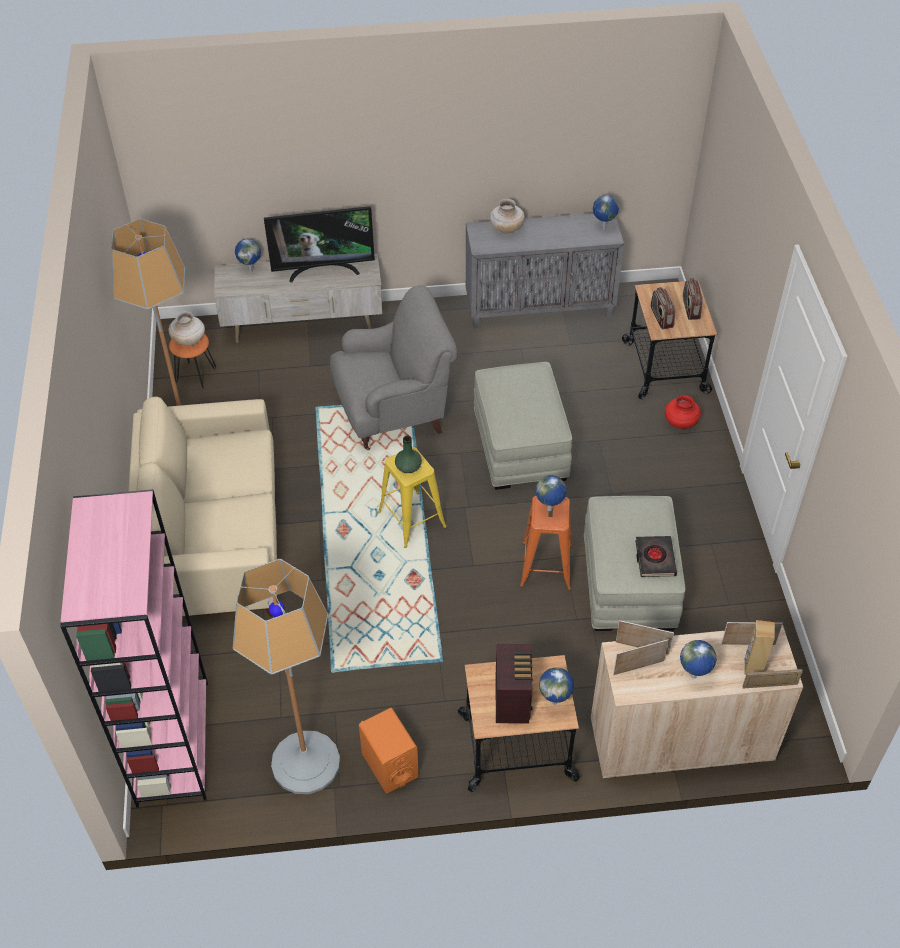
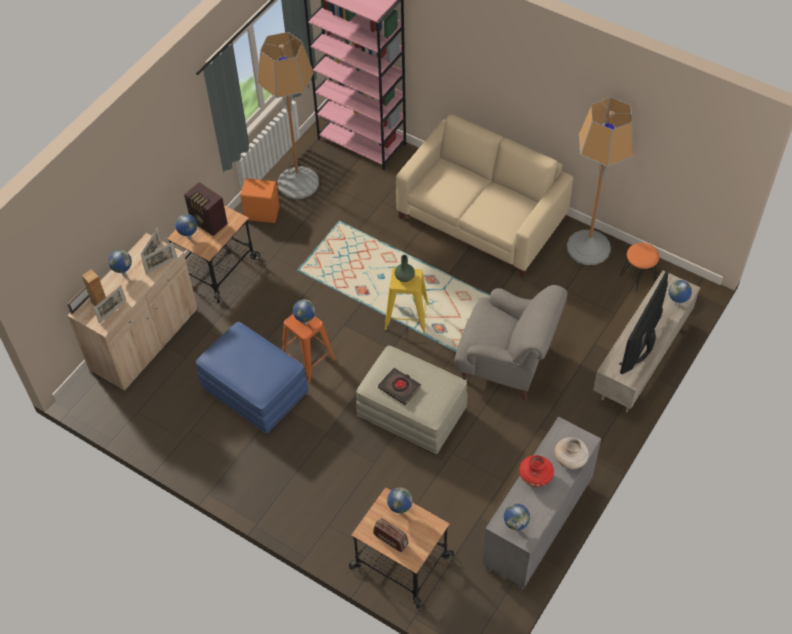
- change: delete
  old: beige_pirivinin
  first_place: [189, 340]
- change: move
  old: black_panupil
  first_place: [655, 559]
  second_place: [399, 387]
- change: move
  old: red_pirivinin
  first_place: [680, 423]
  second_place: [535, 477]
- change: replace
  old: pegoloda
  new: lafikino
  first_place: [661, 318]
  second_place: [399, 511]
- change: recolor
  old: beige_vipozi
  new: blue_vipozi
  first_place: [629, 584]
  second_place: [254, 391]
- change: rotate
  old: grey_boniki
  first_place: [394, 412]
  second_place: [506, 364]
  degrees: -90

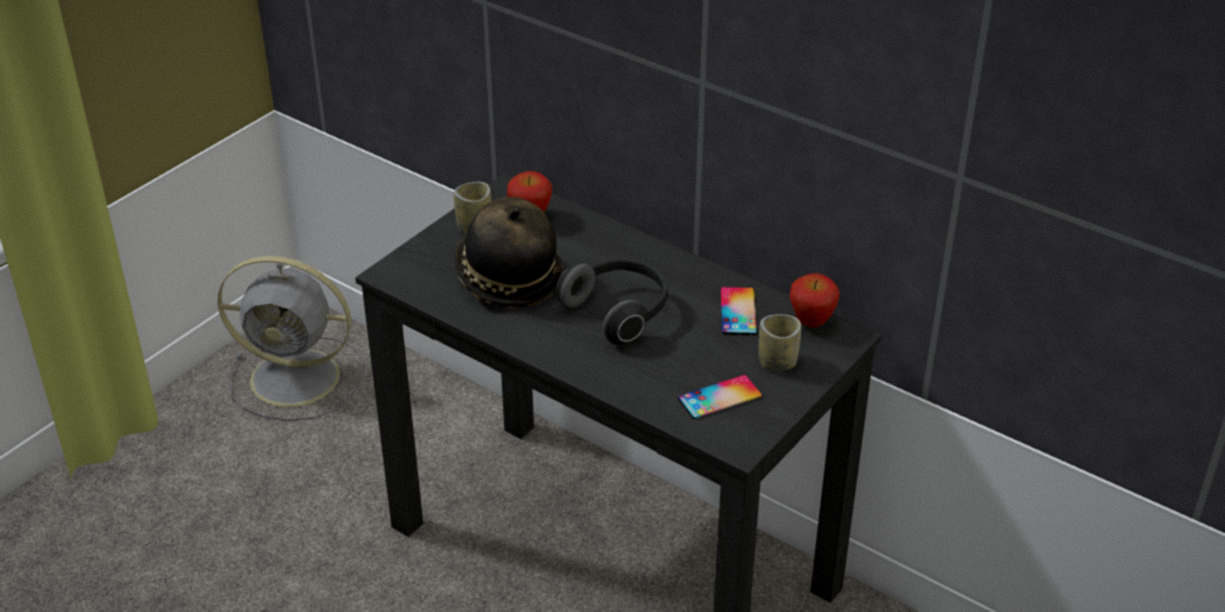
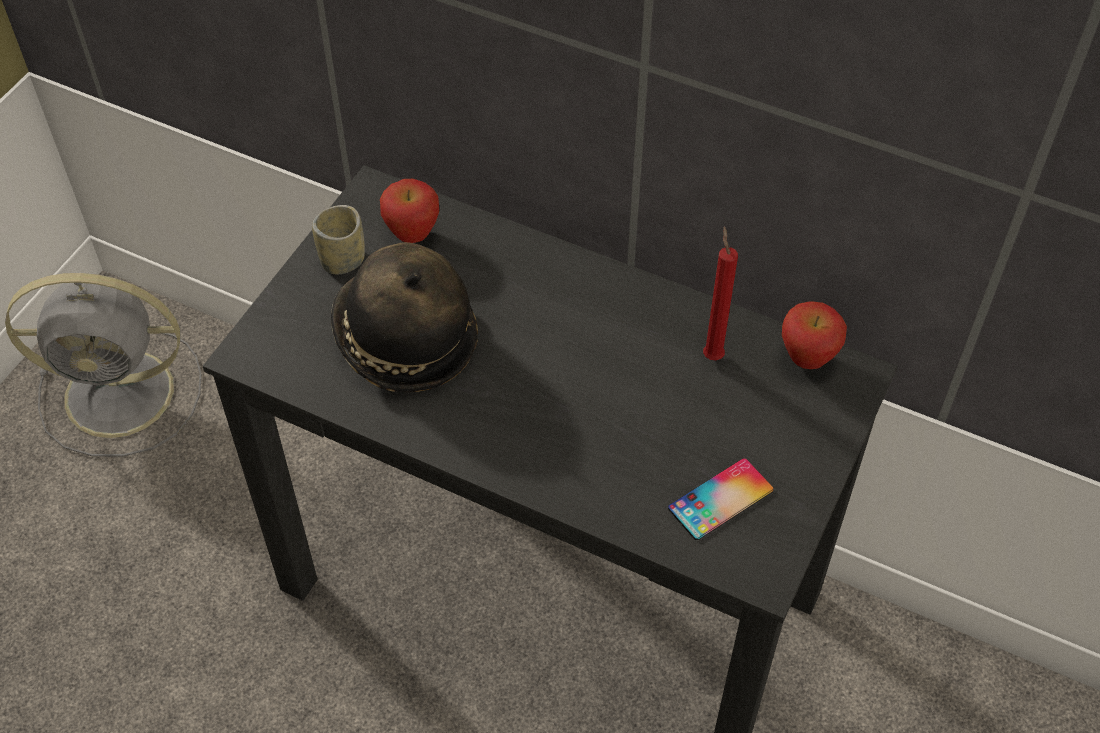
- change: delete
  old: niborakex
  first_place: [619, 312]
- change: delete
  old: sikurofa
  first_place: [777, 362]
- change: replace
  old: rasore
  new: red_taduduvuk
  first_place: [738, 311]
  second_place: [712, 354]

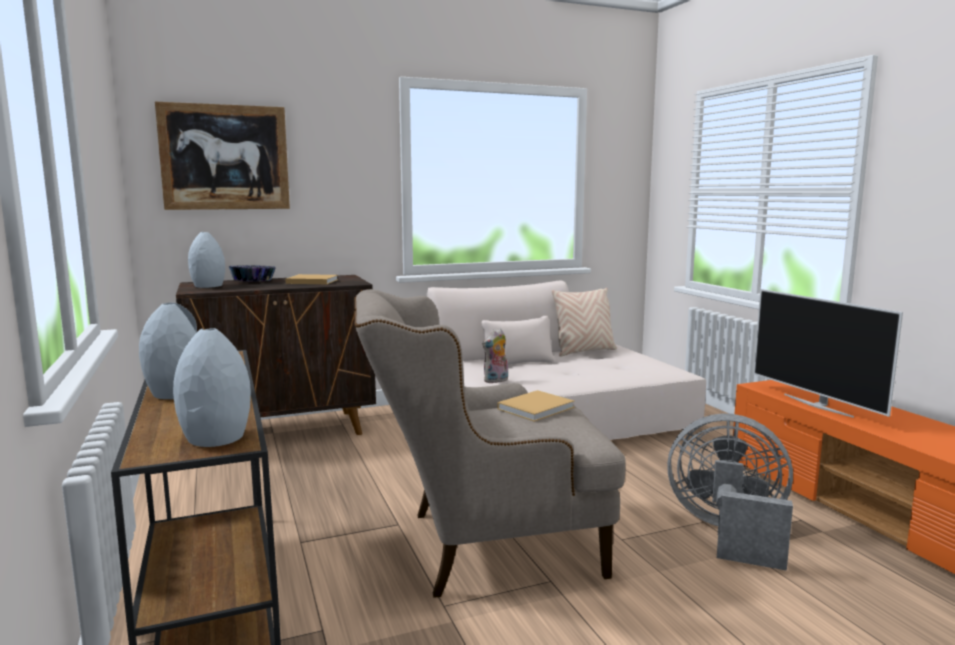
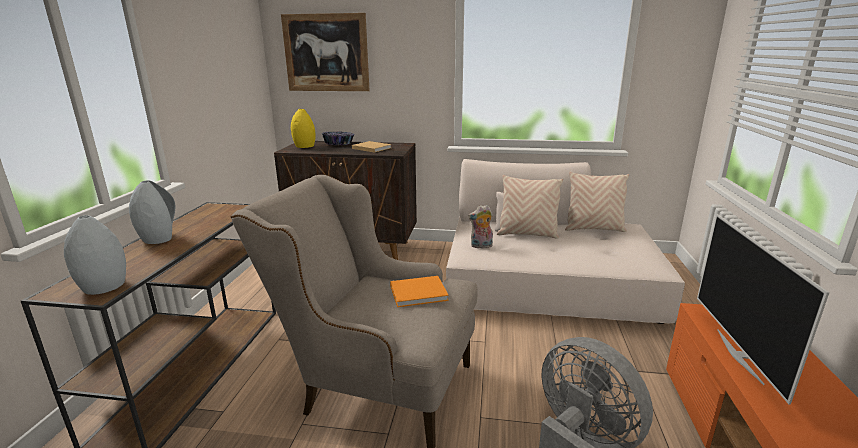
- change: insert
  new: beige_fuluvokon
  second_place: [527, 234]
- change: recolor
  old: grey_pirivinin
  new: yellow_pirivinin
  first_place: [207, 286]
  second_place: [304, 146]
- change: recolor
  old: beige_panupil
  new: orange_panupil
  first_place: [537, 408]
  second_place: [420, 293]

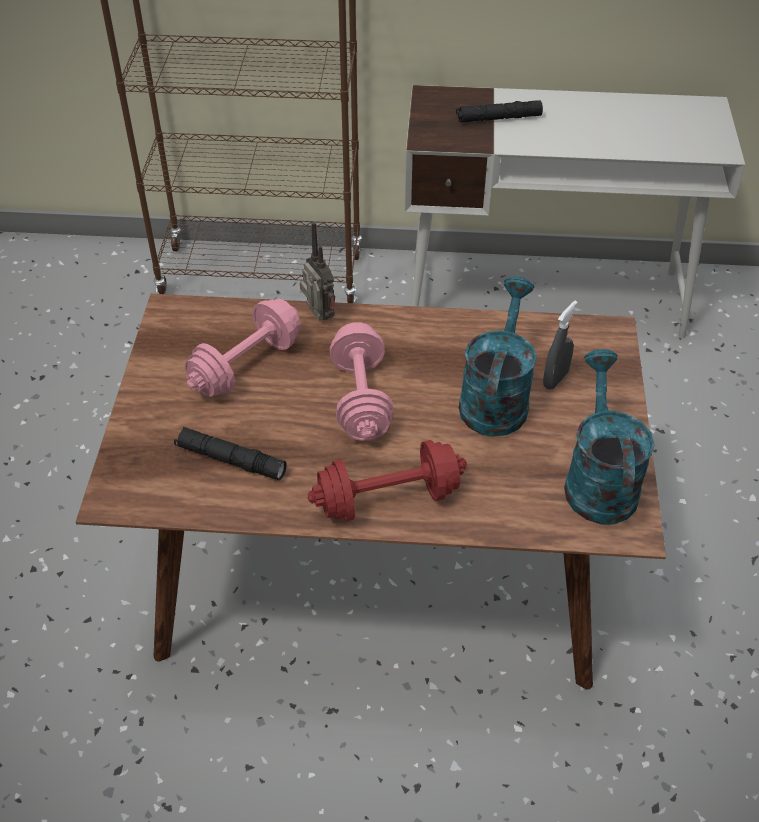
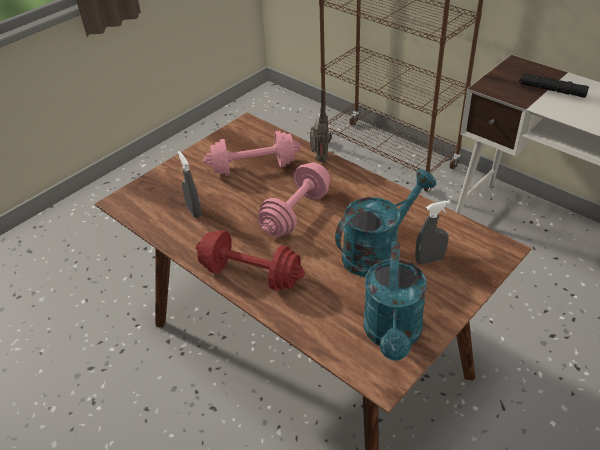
- change: replace
  old: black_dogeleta
  new: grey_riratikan
  first_place: [231, 460]
  second_place: [194, 211]
- change: rotate
  old: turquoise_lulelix
  first_place: [598, 479]
  second_place: [393, 335]
  degrees: 150

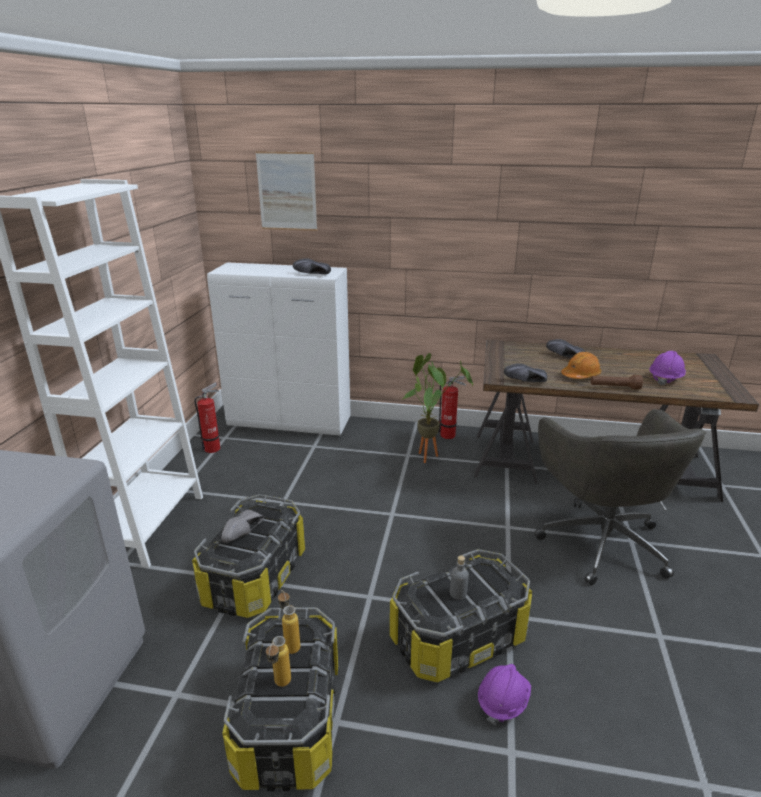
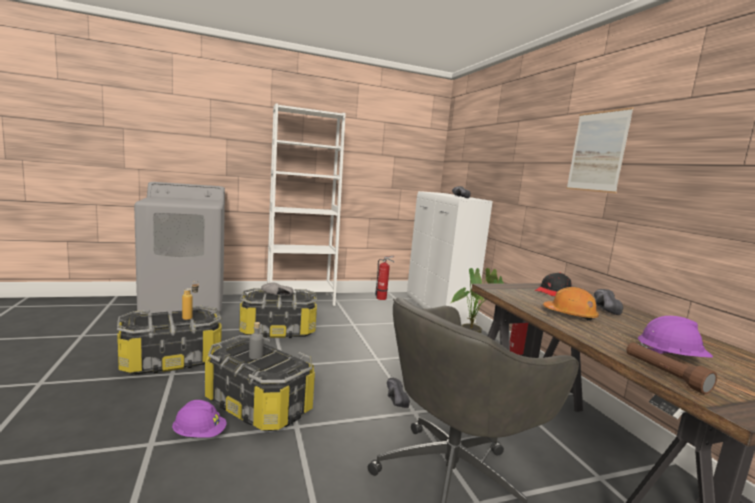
- change: delete
  old: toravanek
  first_place: [280, 686]
- change: insert
  new: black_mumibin
  second_place: [552, 291]
- change: move
  old: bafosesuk
  first_place: [287, 191]
  second_place: [597, 151]
- change: move
  old: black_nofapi
  first_place: [526, 382]
  second_place: [393, 399]
- change: move
  old: brown_dogeleta
  first_place: [614, 387]
  second_place: [664, 374]

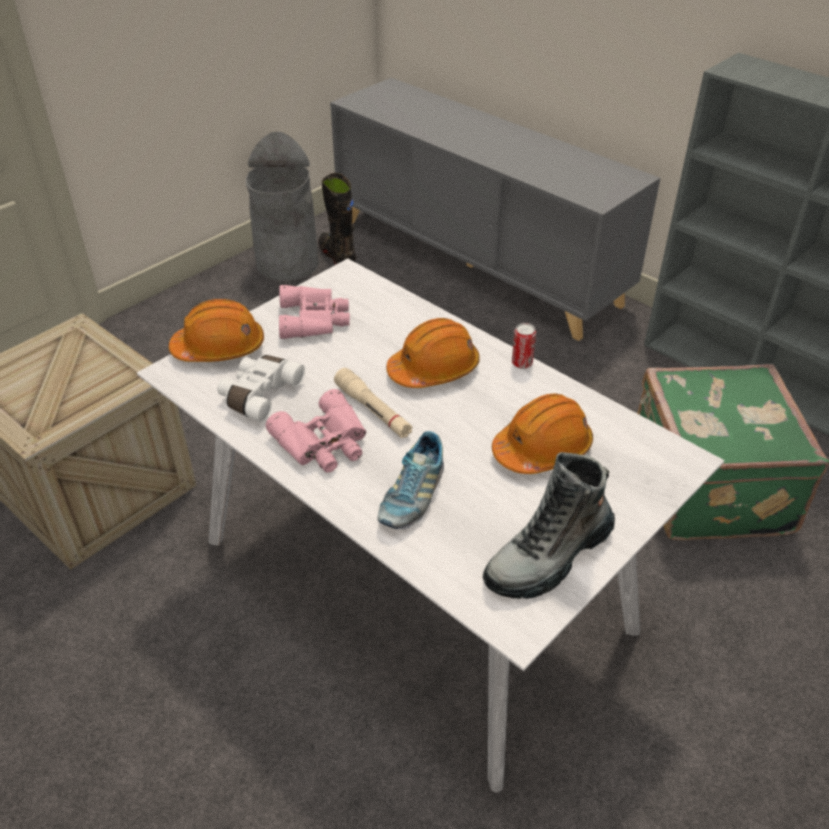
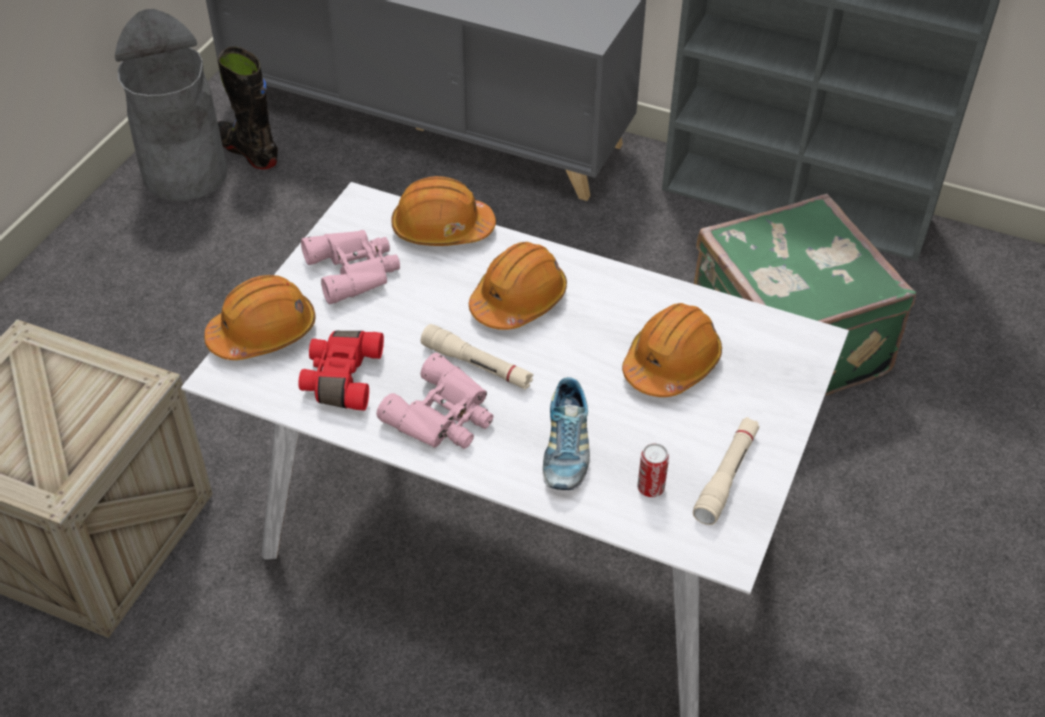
- change: insert
  new: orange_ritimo
  second_place: [442, 229]
- change: move
  old: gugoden
  first_place: [522, 363]
  second_place: [650, 488]
- change: replace
  old: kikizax
  new: beige_dogeleta
  first_place: [549, 556]
  second_place: [726, 476]
- change: recolor
  old: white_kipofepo
  new: red_kipofepo
  first_place: [259, 394]
  second_place: [340, 378]

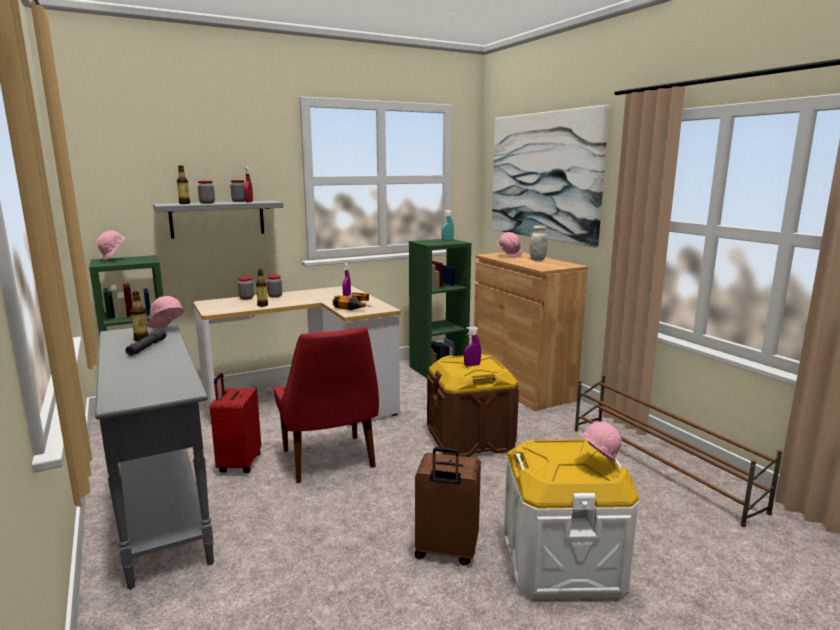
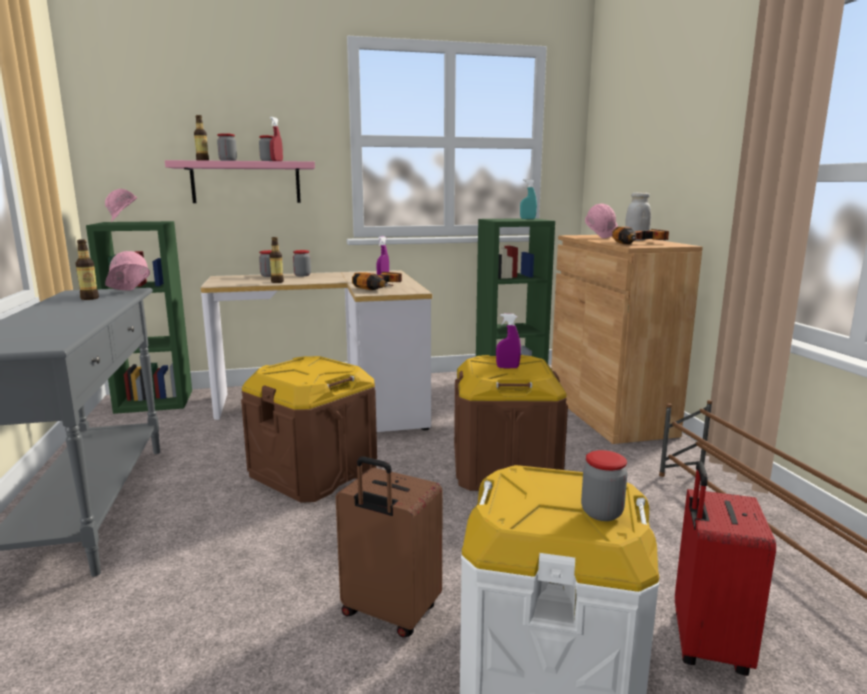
- change: delete
  old: grey_dogeleta
  first_place: [147, 347]
- change: delete
  old: bafosesuk
  first_place: [543, 176]
- change: insert
  new: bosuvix
  second_place: [641, 243]
- change: move
  old: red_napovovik
  first_place: [239, 464]
  second_place: [706, 643]
- change: replace
  old: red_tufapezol
  new: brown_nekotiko
  first_place: [329, 460]
  second_place: [314, 473]
- change: replace
  old: pink_ritimo
  new: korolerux
  first_place: [597, 464]
  second_place: [601, 513]
- change: recolor
  old: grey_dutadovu
  new: pink_dutadovu
  first_place: [217, 219]
  second_place: [246, 182]

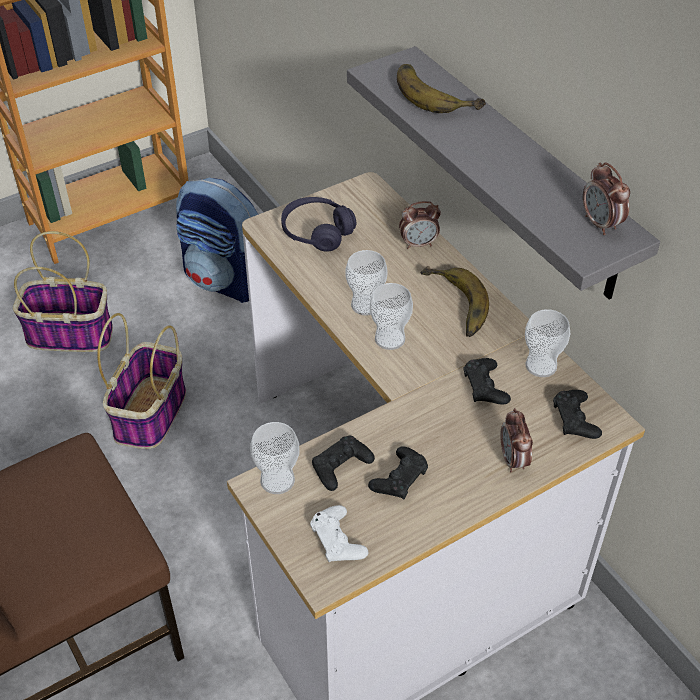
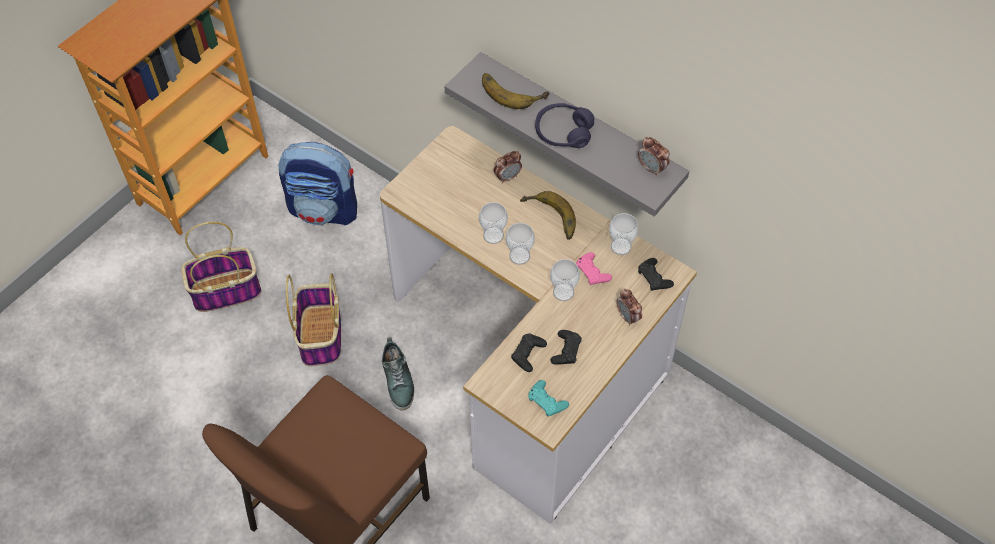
- change: insert
  new: nofapi
  second_place: [398, 380]
- change: move
  old: sikurofa
  first_place: [277, 480]
  second_place: [563, 292]
- change: move
  old: purple_niborakex
  first_place: [317, 232]
  second_place: [563, 132]
- change: recolor
  old: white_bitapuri
  new: turquoise_bitapuri
  first_place: [338, 540]
  second_place: [547, 401]
- change: recolor
  old: black_bitapuri
  new: pink_bitapuri
  first_place: [485, 387]
  second_place: [592, 272]

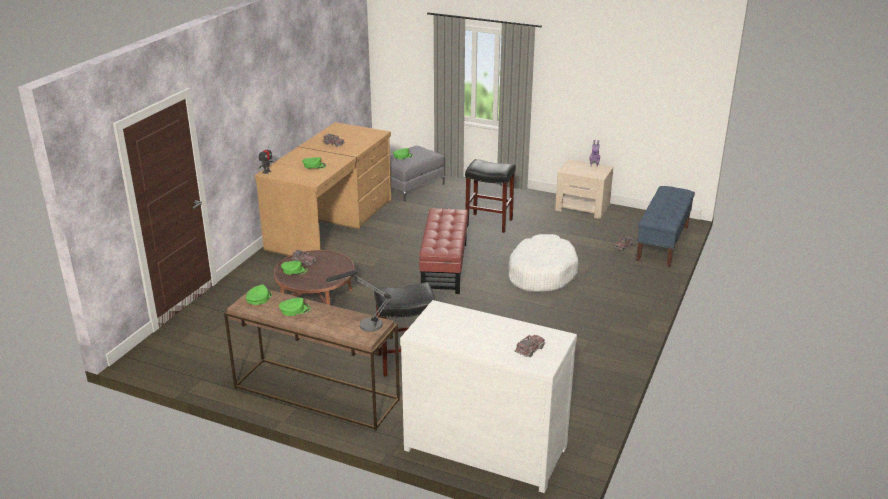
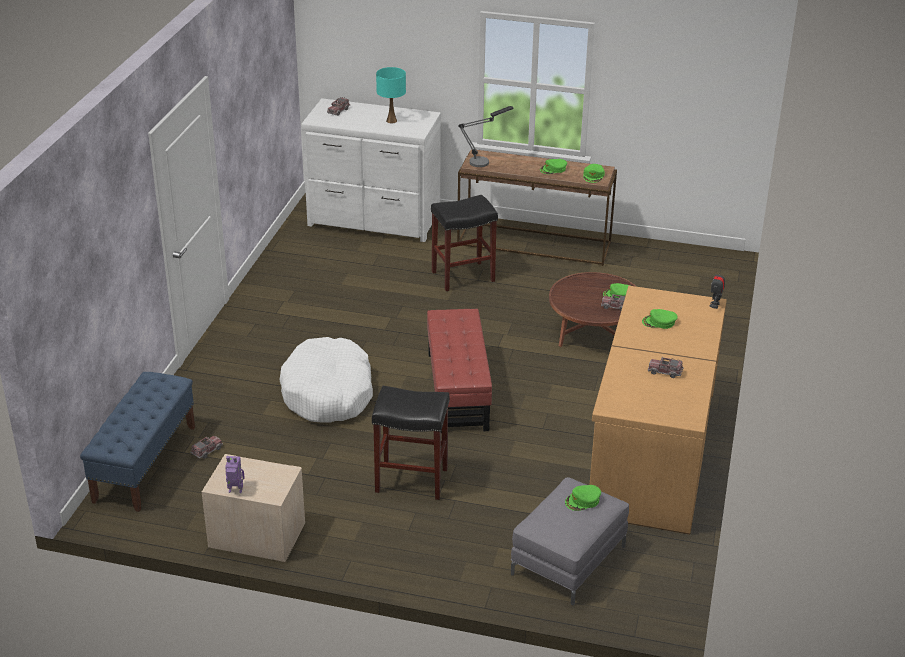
- change: insert
  new: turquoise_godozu
  second_place: [391, 121]

